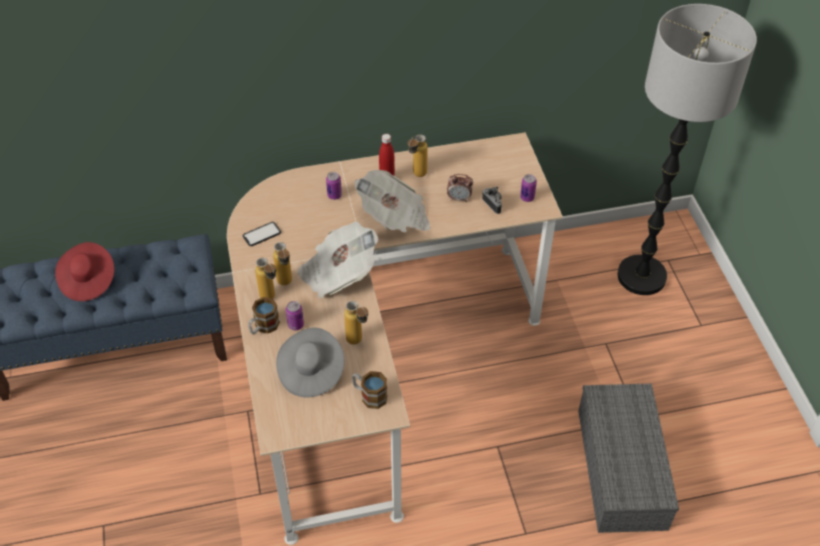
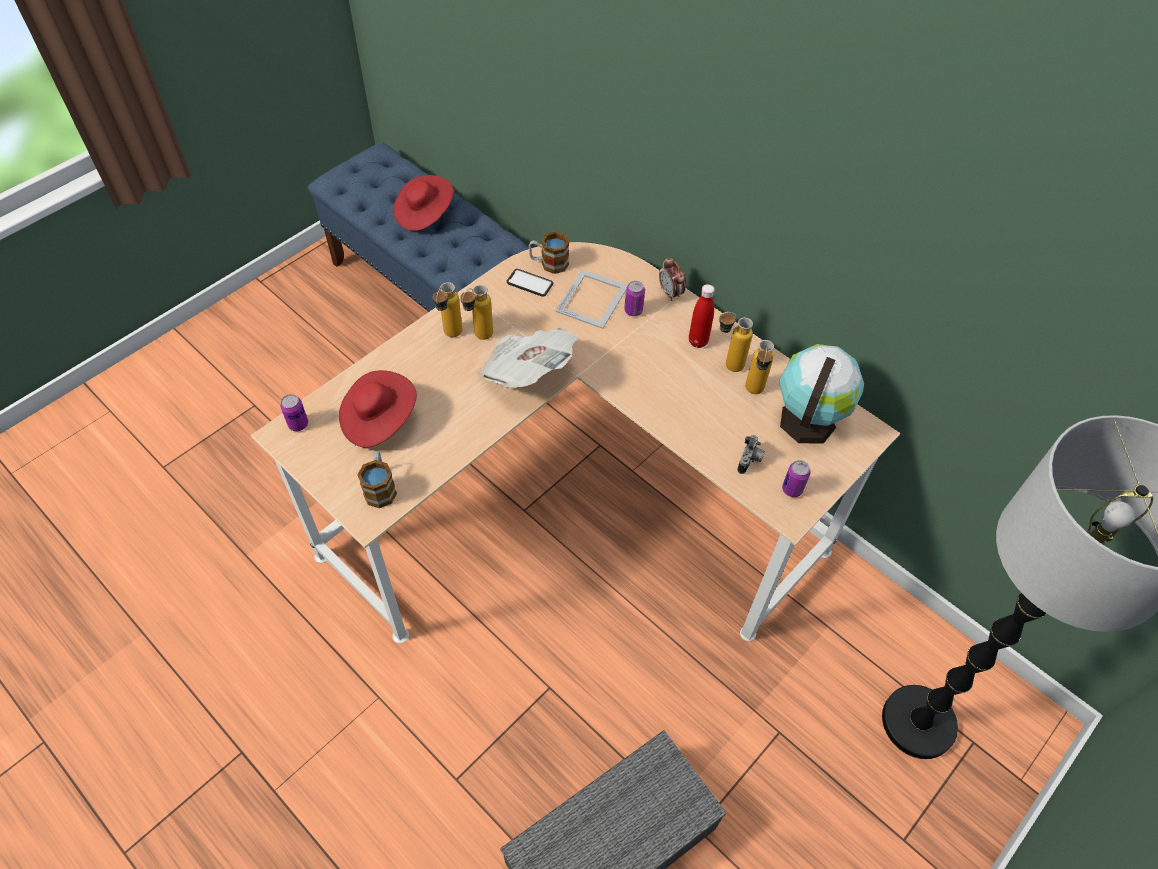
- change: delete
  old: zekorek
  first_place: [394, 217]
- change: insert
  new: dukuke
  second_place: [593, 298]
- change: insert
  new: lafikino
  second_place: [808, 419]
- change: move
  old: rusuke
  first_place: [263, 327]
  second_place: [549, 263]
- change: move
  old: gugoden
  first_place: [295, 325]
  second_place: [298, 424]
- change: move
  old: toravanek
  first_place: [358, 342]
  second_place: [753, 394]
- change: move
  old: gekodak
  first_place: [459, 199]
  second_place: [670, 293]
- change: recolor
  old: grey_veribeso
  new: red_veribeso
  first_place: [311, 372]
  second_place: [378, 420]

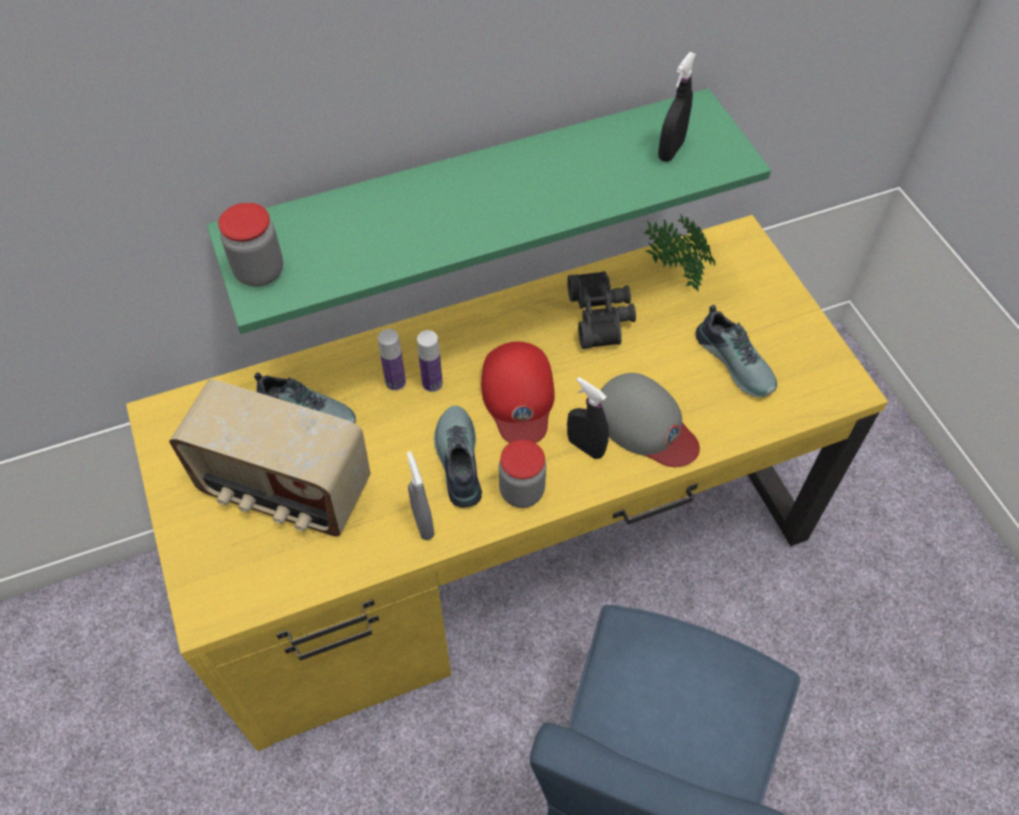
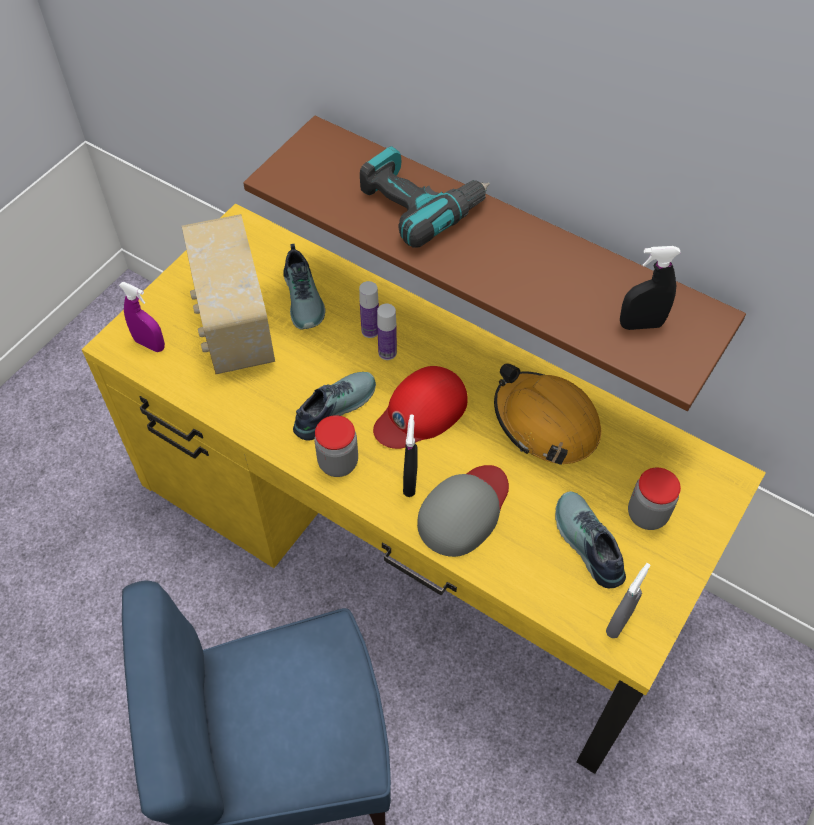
- change: delete
  old: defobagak
  first_place: [674, 271]
- change: insert
  new: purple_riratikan
  second_place: [150, 344]
- change: insert
  new: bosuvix
  second_place: [420, 204]
- change: move
  old: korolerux
  first_place: [259, 272]
  second_place: [647, 514]
- change: move
  old: grey_riratikan
  first_place: [423, 523]
  second_place: [619, 622]
- change: replace
  old: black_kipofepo
  new: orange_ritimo
  first_place: [602, 316]
  second_place: [545, 423]
- change: recolor
  old: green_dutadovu
  new: brown_dutadovu
  first_place: [472, 191]
  second_place: [510, 241]
- change: rotate
  old: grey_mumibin
  first_place: [645, 425]
  second_place: [464, 511]
  degrees: -150
- change: rotate
  old: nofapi
  first_place: [736, 361]
  second_place: [586, 544]
  degrees: 135

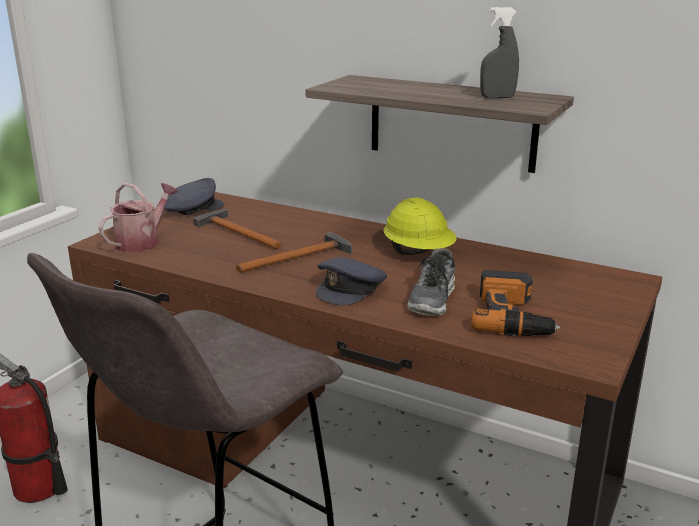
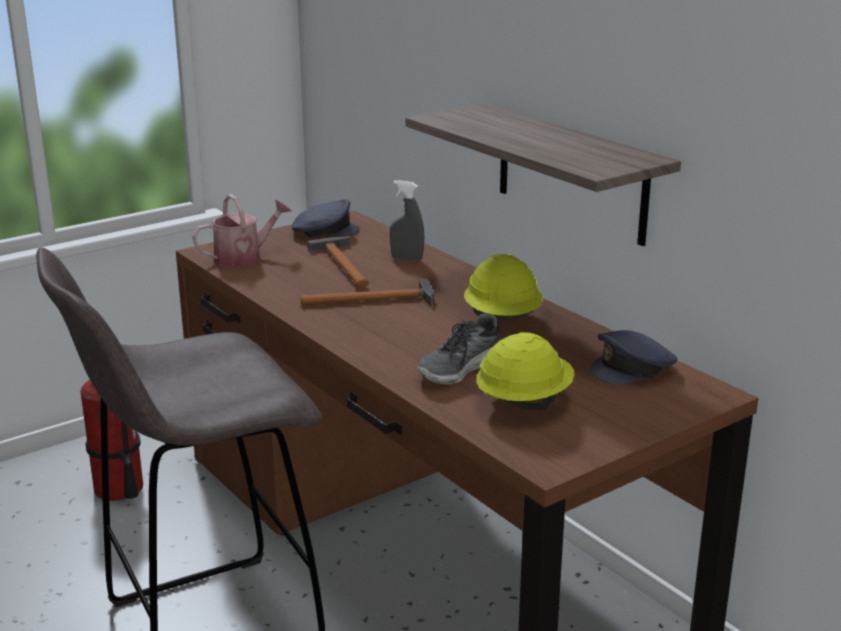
- change: move
  old: grey_mumibin
  first_place: [351, 288]
  second_place: [633, 368]
- change: move
  old: grey_riratikan
  first_place: [497, 97]
  second_place: [407, 259]
- change: replace
  old: bosuvix
  new: yellow_ritimo
  first_place: [513, 316]
  second_place: [523, 402]

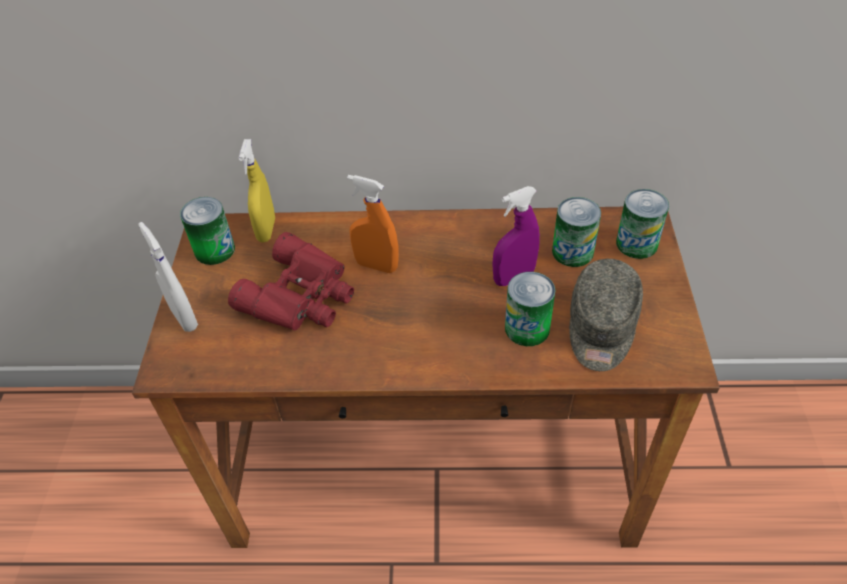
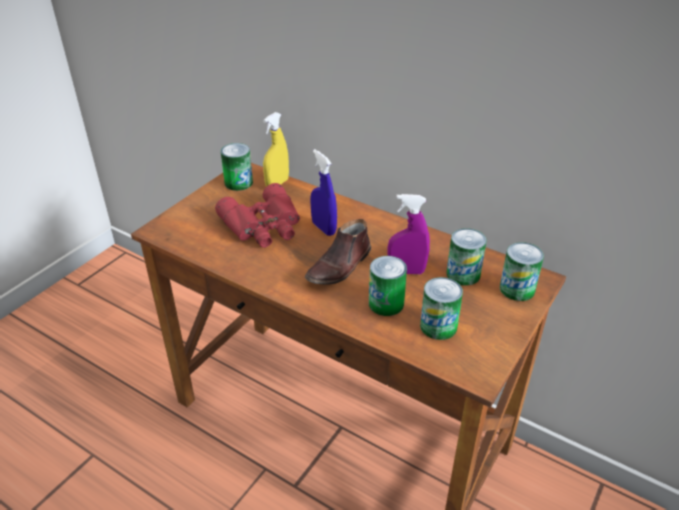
- change: delete
  old: white_riratikan
  first_place: [184, 318]
- change: insert
  new: brown_nofapi
  second_place: [340, 266]
- change: replace
  old: grey_mumibin
  new: gugoden
  first_place: [601, 328]
  second_place: [438, 326]
- change: recolor
  old: orange_riratikan
  new: blue_riratikan
  first_place: [376, 265]
  second_place: [323, 228]

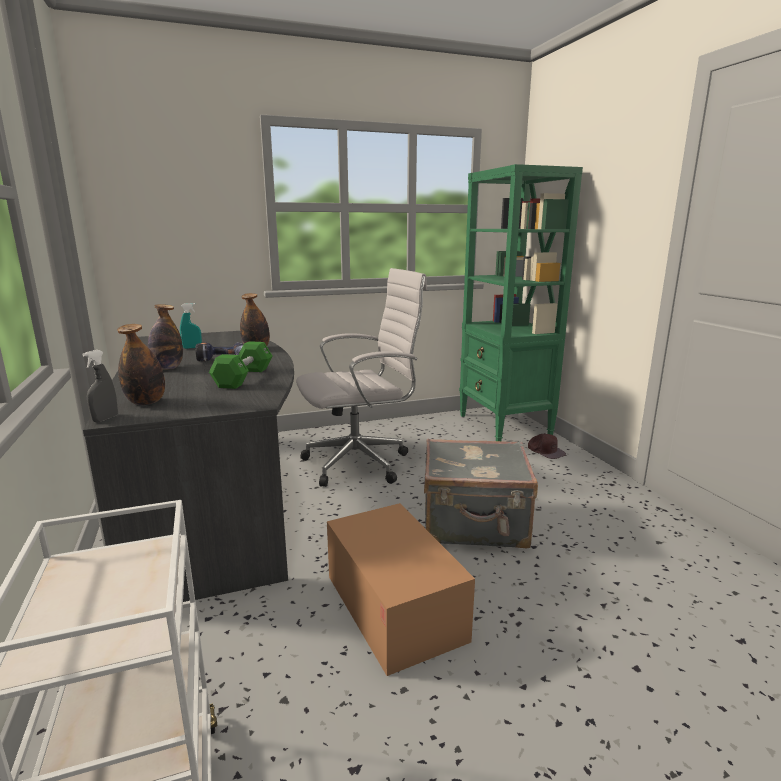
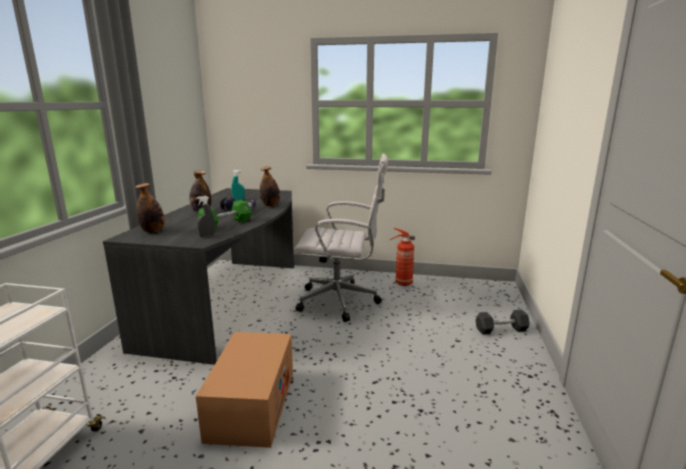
- change: delete
  old: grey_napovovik
  first_place: [474, 524]
- change: delete
  old: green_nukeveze
  first_place: [504, 425]
- change: insert
  new: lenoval
  second_place: [402, 283]
- change: move
  old: grey_riratikan
  first_place: [105, 419]
  second_place: [207, 235]
- change: replace
  old: brown_mumibin
  new: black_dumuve
  first_place: [545, 451]
  second_place: [501, 330]

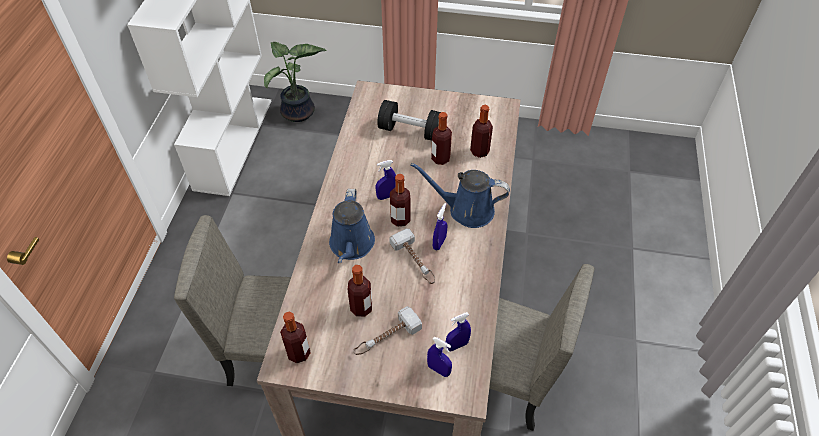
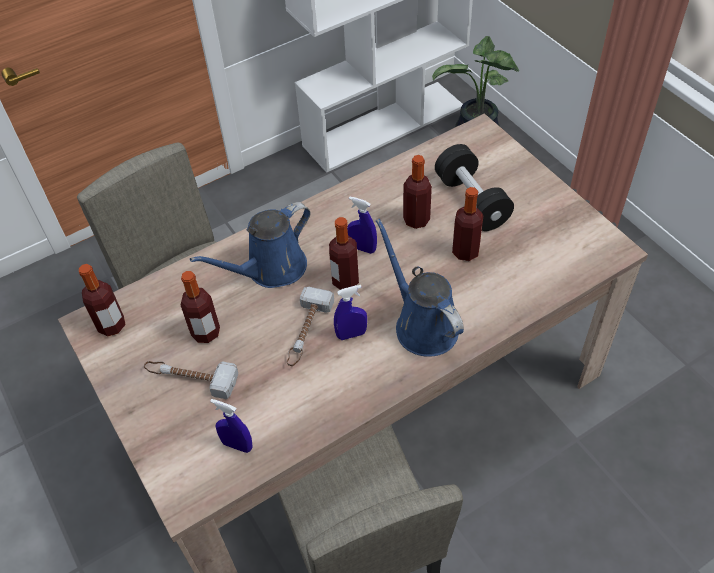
- change: delete
  old: blue_riratikan
  first_place: [438, 370]
- change: move
  old: toravanek
  first_place: [479, 151]
  second_place: [416, 220]

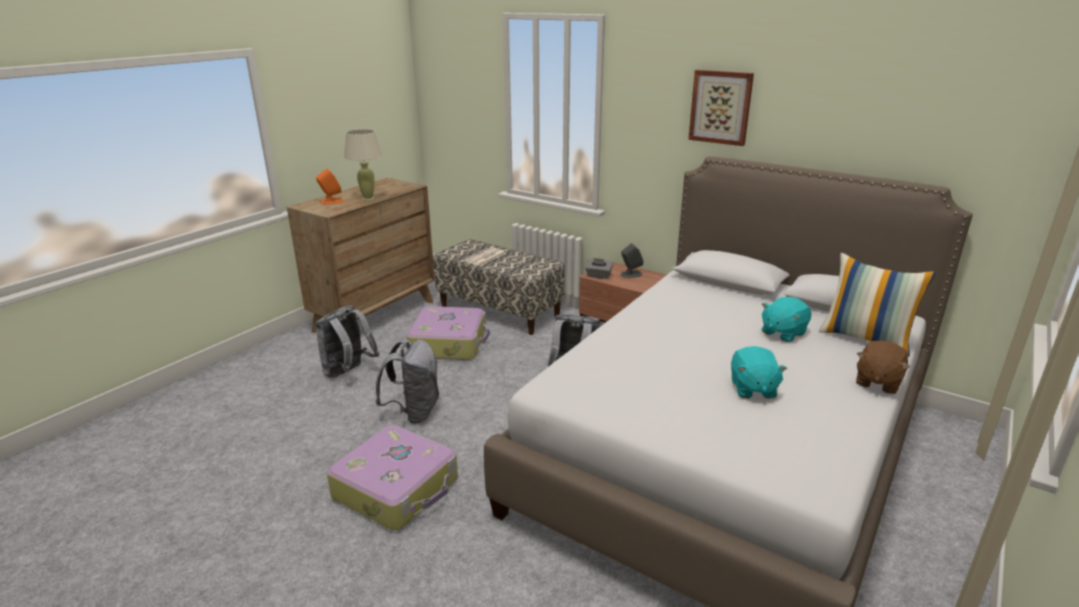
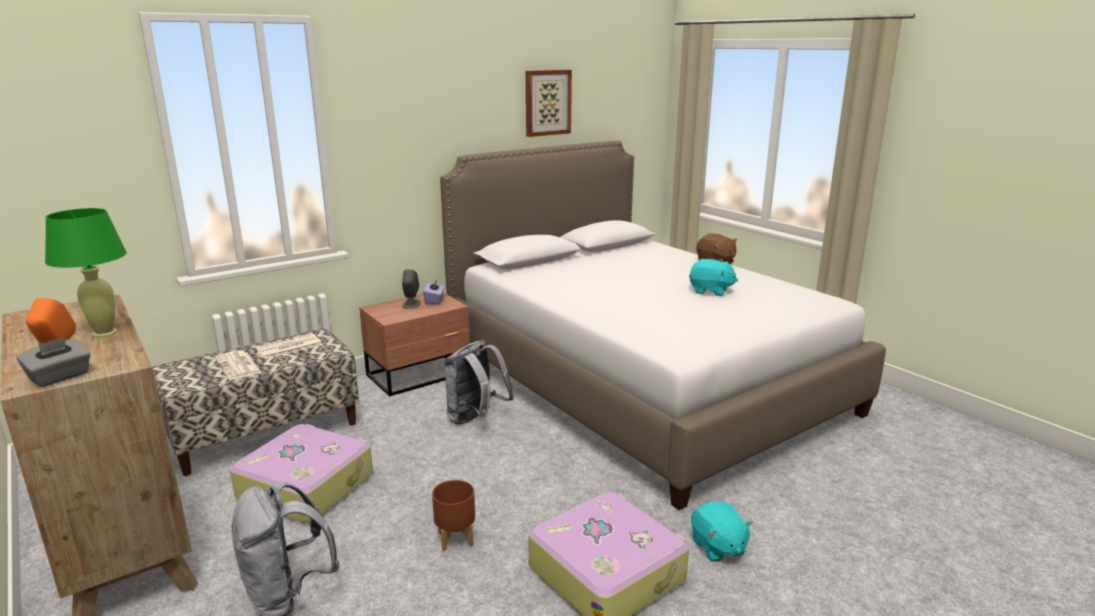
- change: delete
  old: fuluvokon
  first_place: [866, 338]
- change: insert
  new: zekorek
  second_place: [288, 347]
- change: insert
  new: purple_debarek
  second_place: [434, 300]
- change: move
  old: grey_debarek
  first_place: [598, 276]
  second_place: [60, 377]
- change: move
  old: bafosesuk
  first_place: [720, 107]
  second_place: [547, 102]
- change: move
  old: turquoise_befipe
  first_place: [782, 332]
  second_place: [717, 547]
- change: replace
  old: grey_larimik
  new: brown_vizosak
  first_place: [414, 412]
  second_place: [455, 539]
- change: recolor
  old: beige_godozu
  new: green_godozu
  first_place: [368, 198]
  second_place: [104, 333]

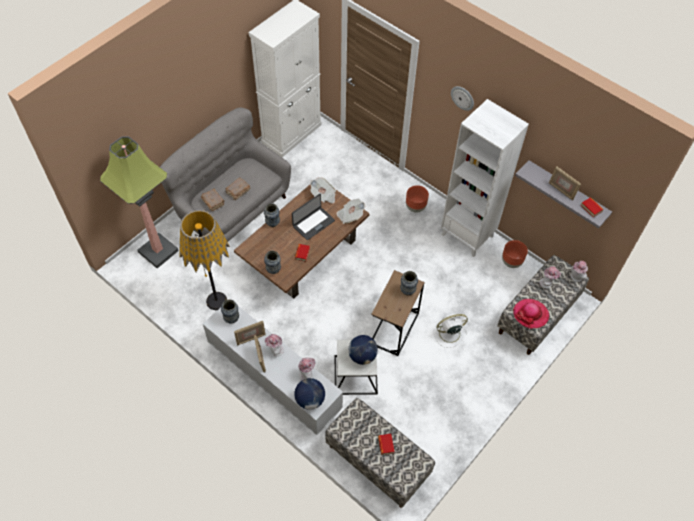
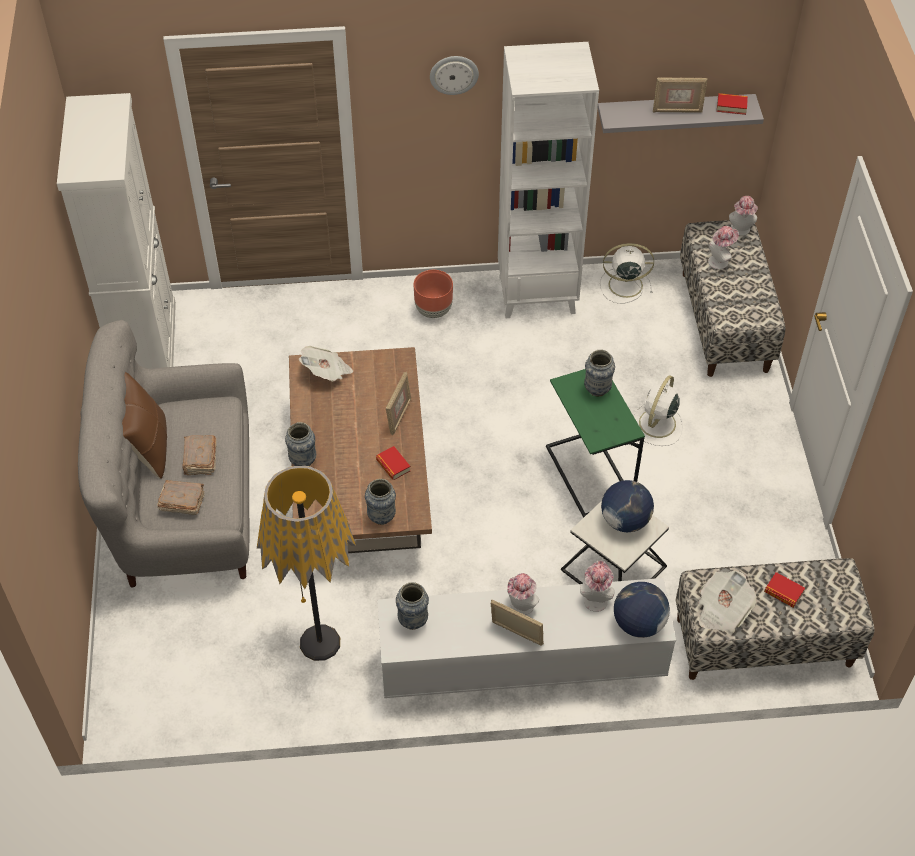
- change: delete
  old: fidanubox
  first_place: [158, 251]
- change: delete
  old: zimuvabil
  first_place: [313, 223]
- change: delete
  old: veribeso
  first_place: [530, 314]
- change: insert
  new: brown_fuluvokon
  second_place: [149, 447]
- change: move
  old: dukuke
  first_place: [251, 338]
  second_place: [399, 416]
- change: move
  old: zekorek
  first_place: [350, 215]
  second_place: [722, 610]
- change: replace
  old: brown_vizosak
  new: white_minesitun
  first_place: [511, 262]
  second_place: [623, 285]
- change: recolor
  old: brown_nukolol
  new: green_nukolol
  first_place: [394, 328]
  second_place: [589, 473]

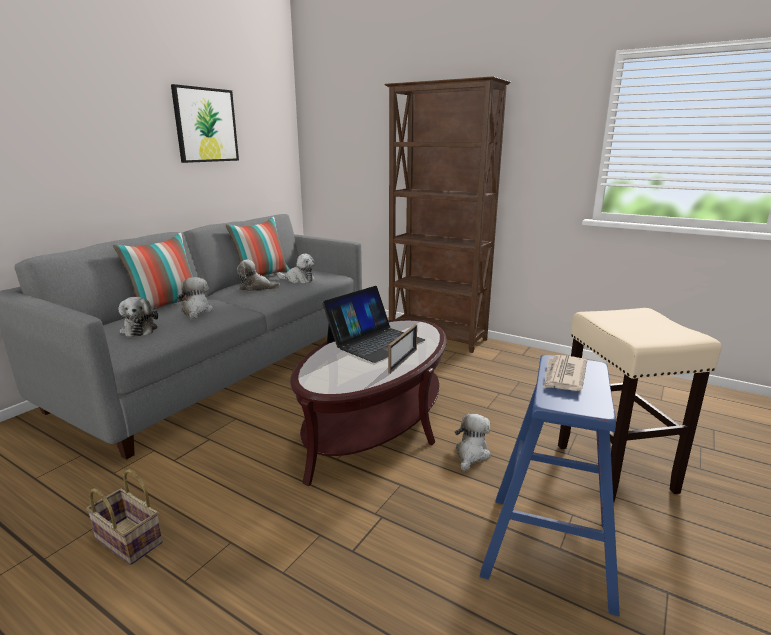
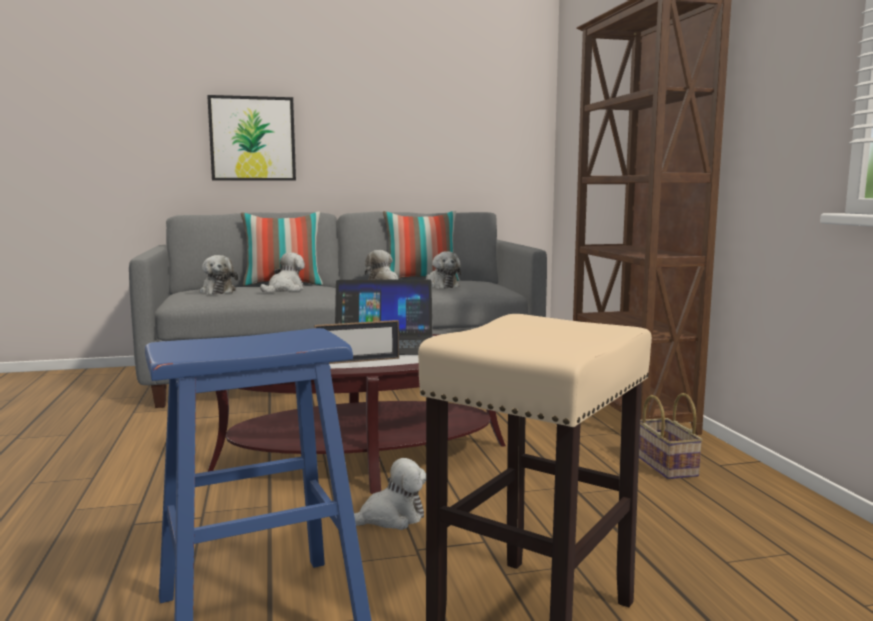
- change: delete
  old: zekorek
  first_place: [563, 376]
- change: move
  old: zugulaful
  first_place: [126, 540]
  second_place: [663, 465]
- change: move
  old: bafosesuk
  first_place: [206, 125]
  second_place: [252, 139]
- change: rotate
  old: befipe
  first_place: [139, 329]
  second_place: [218, 291]
  degrees: -45

